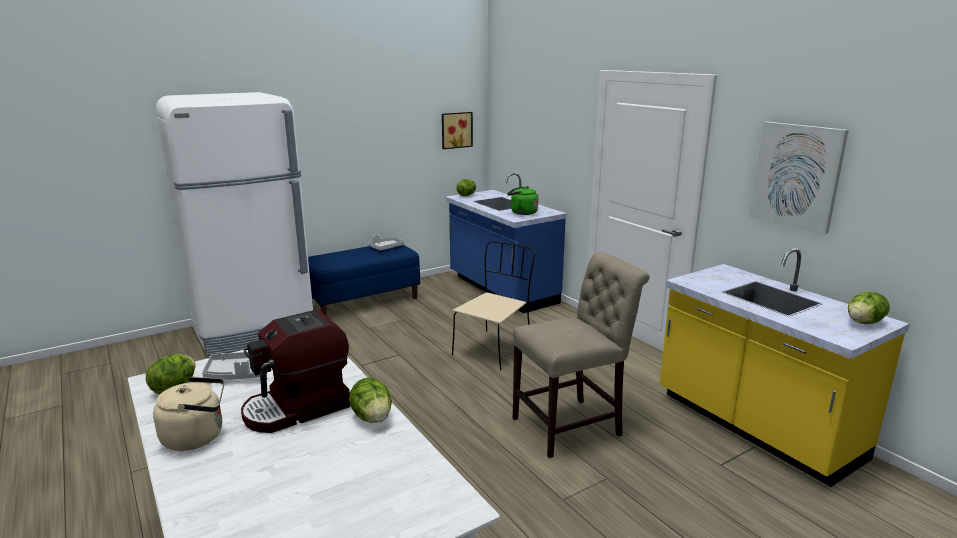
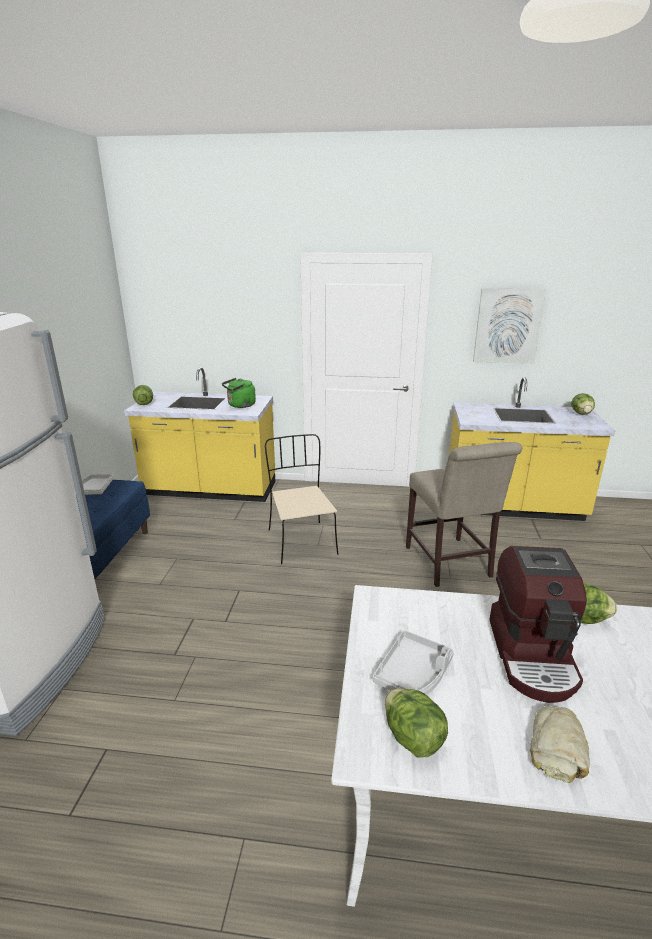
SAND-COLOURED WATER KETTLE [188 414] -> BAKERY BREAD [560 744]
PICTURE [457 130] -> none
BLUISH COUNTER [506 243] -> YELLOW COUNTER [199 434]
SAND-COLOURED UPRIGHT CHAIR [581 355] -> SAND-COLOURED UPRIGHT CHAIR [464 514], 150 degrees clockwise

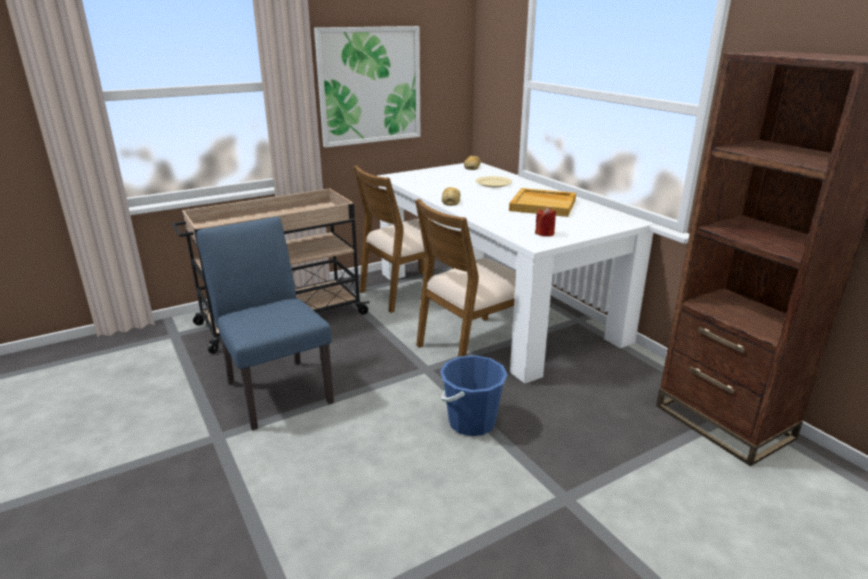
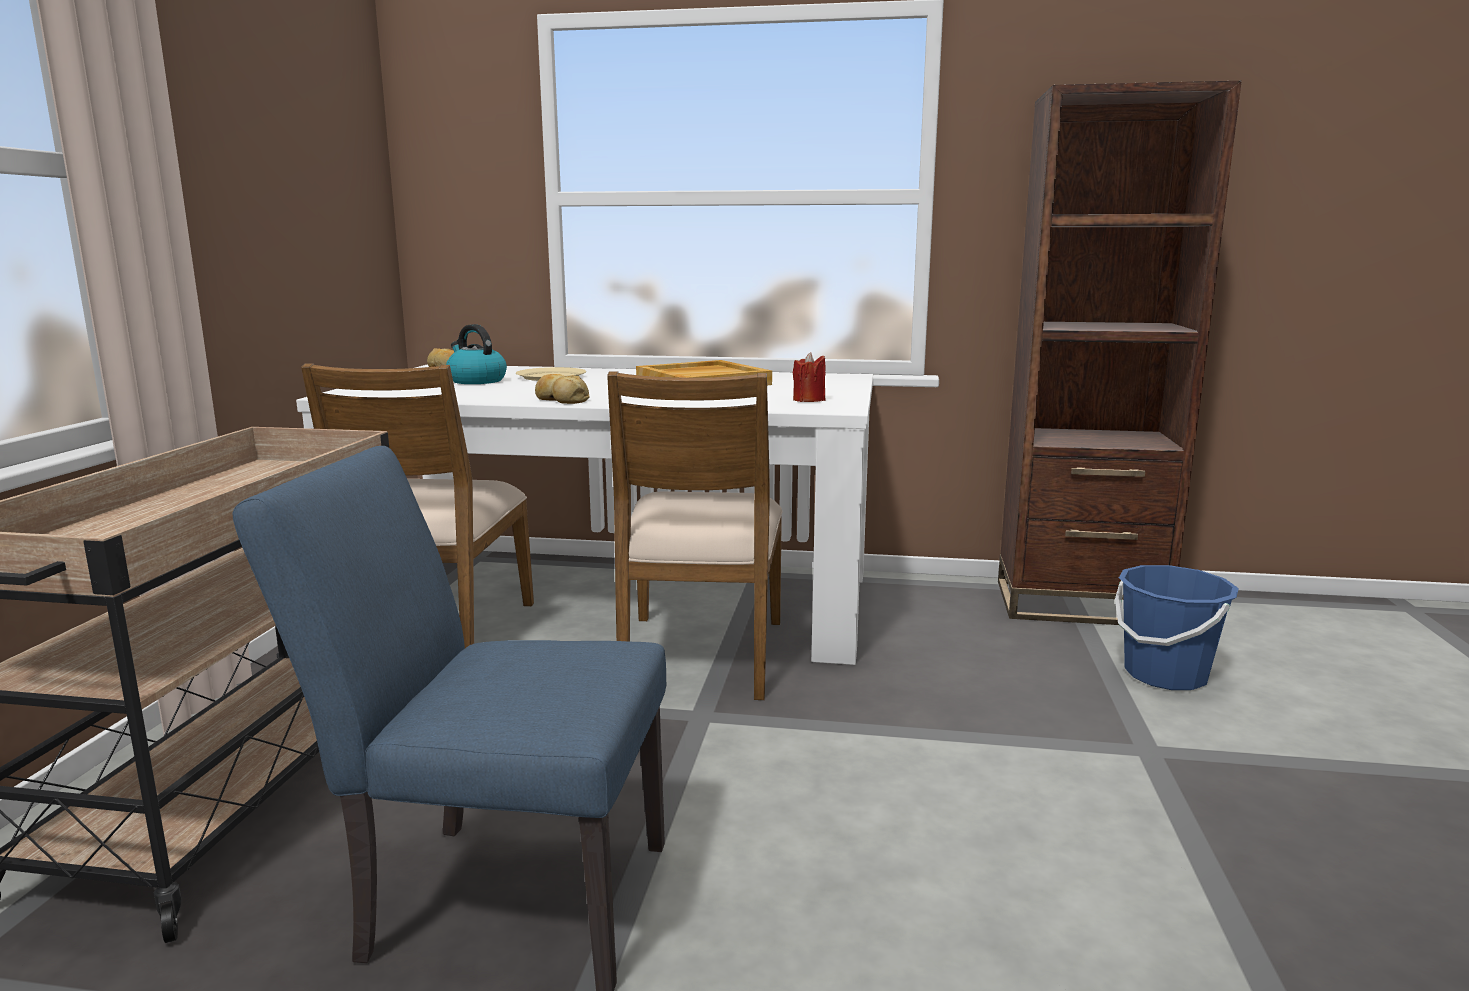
PICTURE [367 87] -> none
BLUISH PAIL [474 395] -> BLUISH PAIL [1177 627], relocated
none -> WATER KETTLE [476 354]

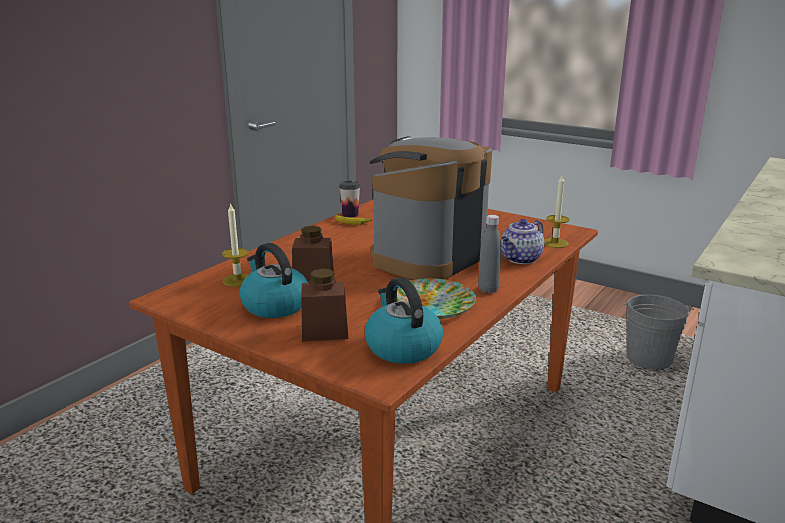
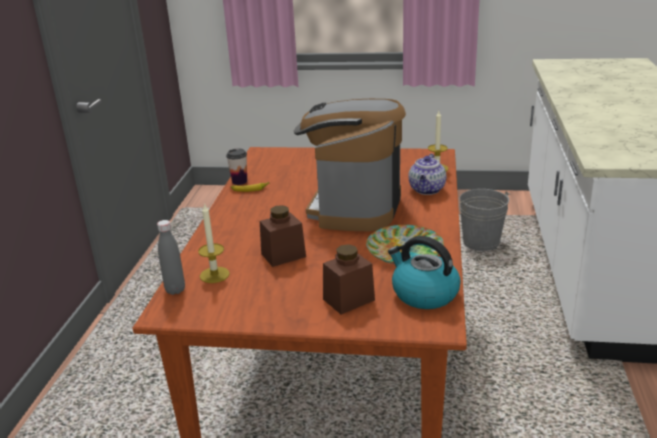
WATER KETTLE [273 280] -> none
GREYISH DRINK BOTTLE [489 254] -> GREYISH DRINK BOTTLE [171 257], relocated

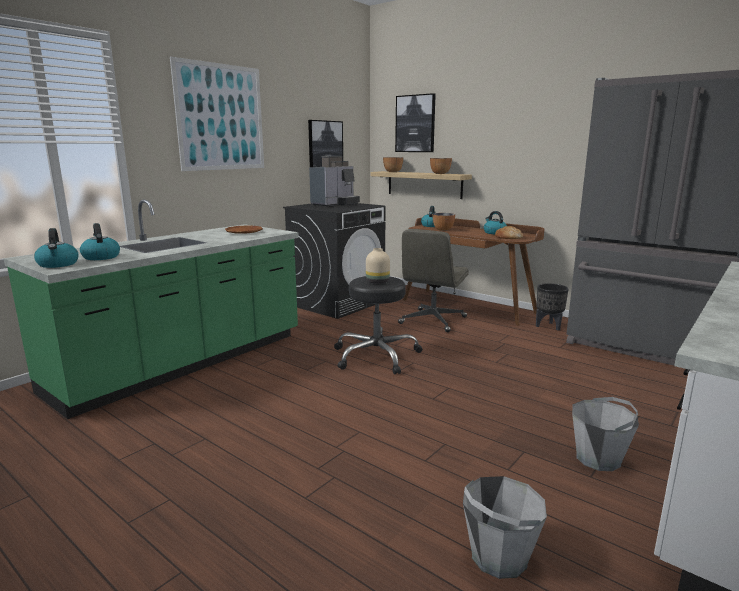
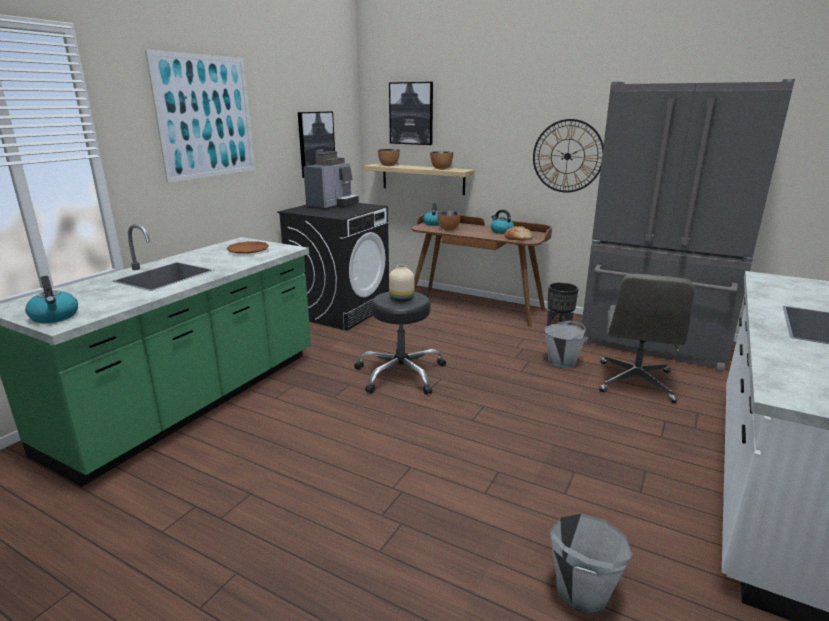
WATER KETTLE [100 241] -> none
GREYISH COMPUTER CHAIR [433 280] -> GREYISH COMPUTER CHAIR [646 338], relocated
GREYISH PAIL [605 434] -> GREYISH PAIL [565 344], relocated
none -> HANGING CLOCK [568 155]

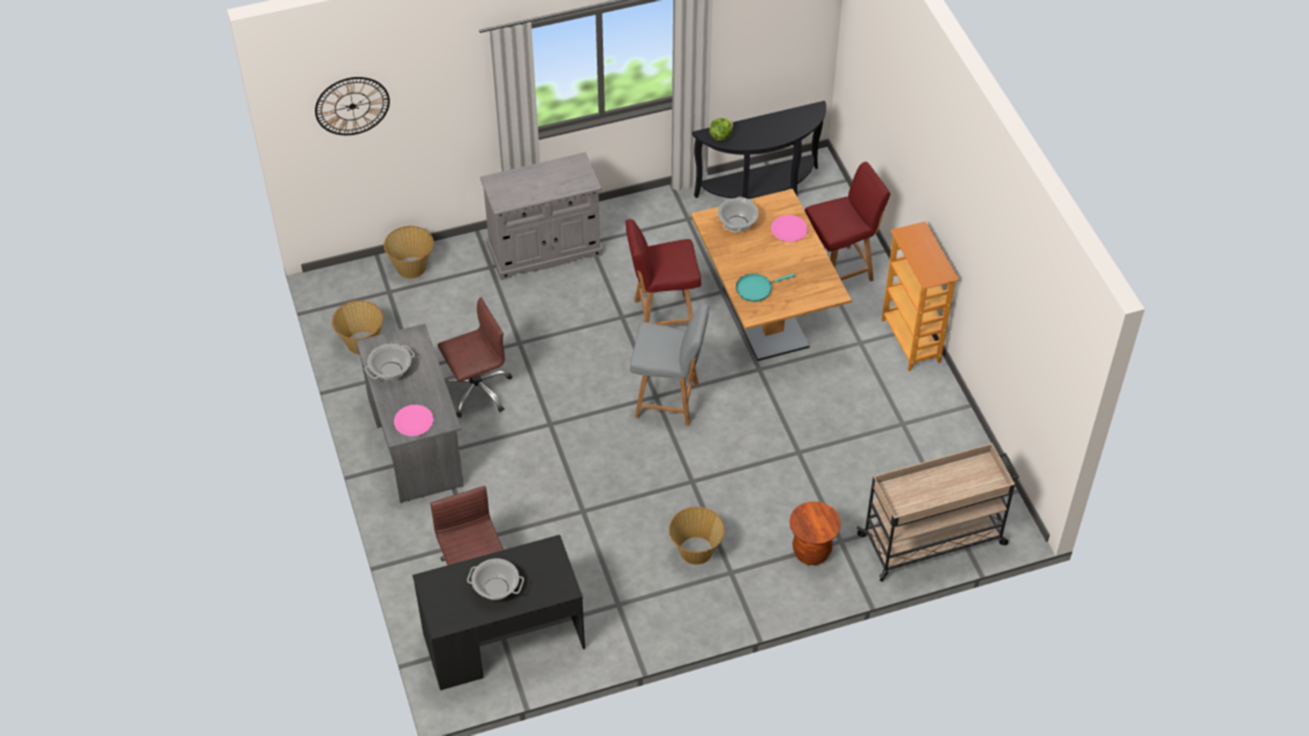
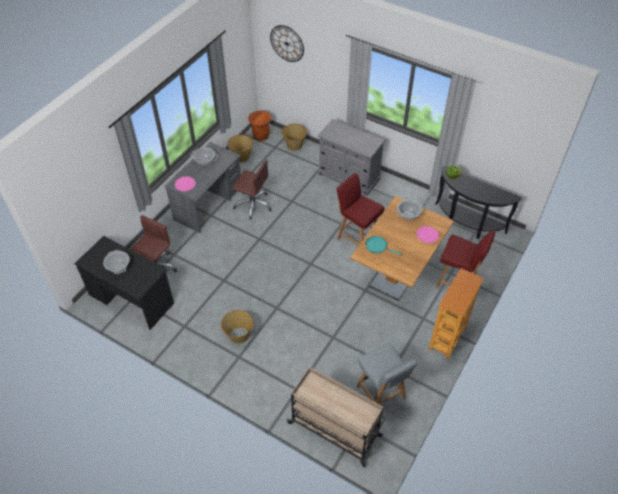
GREYISH UPRIGHT CHAIR [669 365] -> GREYISH UPRIGHT CHAIR [386 373], relocated
BROWN-COLOURED STOOL SEAT [815 533] -> BROWN-COLOURED STOOL SEAT [259 125], relocated

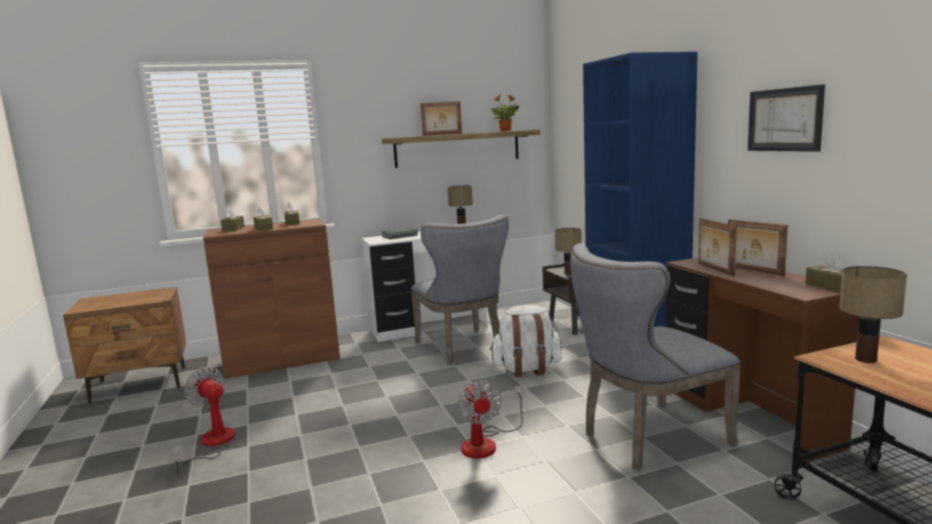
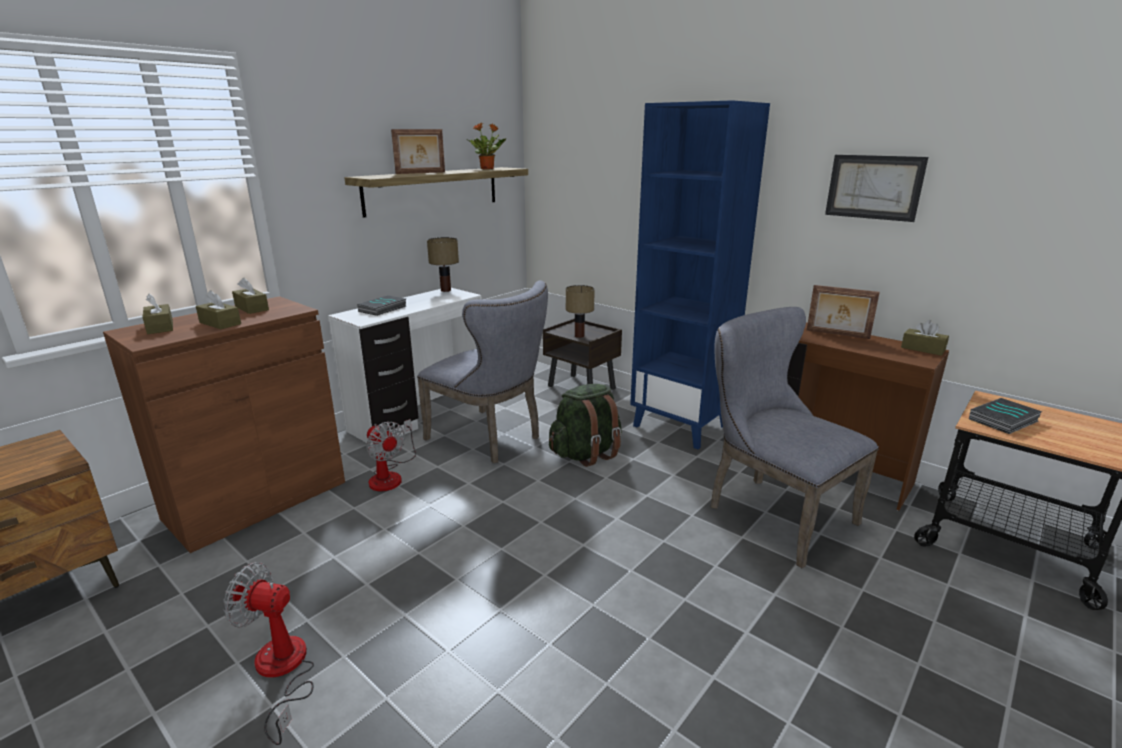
FAN [490 420] -> FAN [391 455], relocated
WHITE-COLOURED BACKPACK [525 341] -> GREENISH BACKPACK [585 425]
GREYISH UPRIGHT CHAIR [655 357] -> GREYISH UPRIGHT CHAIR [795 437], 105 degrees clockwise
PICTURE FRAME [717 247] -> none
LAMP FOR A TABLE [873 314] -> BOUND BOOK [1005 416]

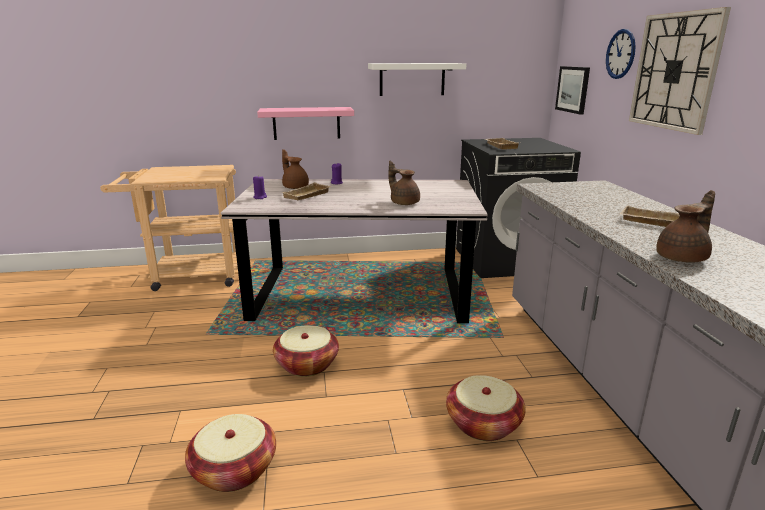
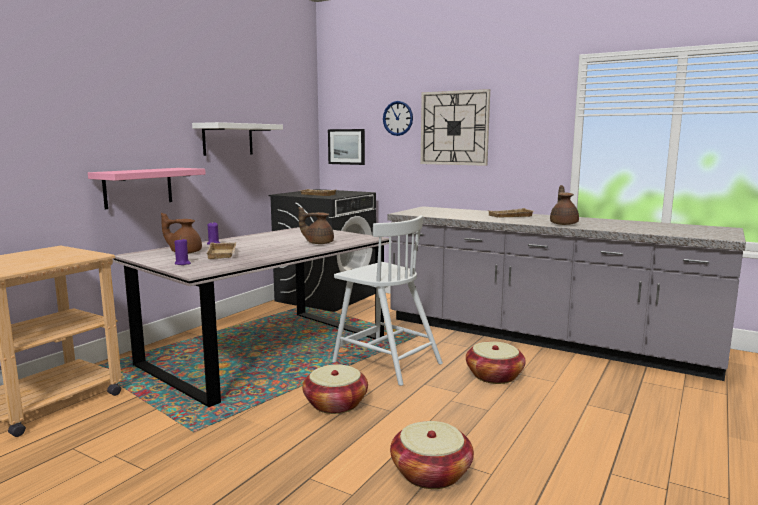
none -> WHITE-COLOURED UPRIGHT CHAIR [387 300]

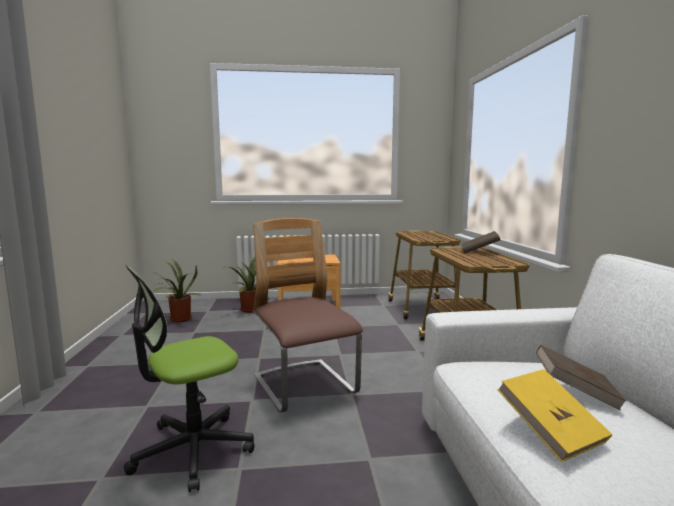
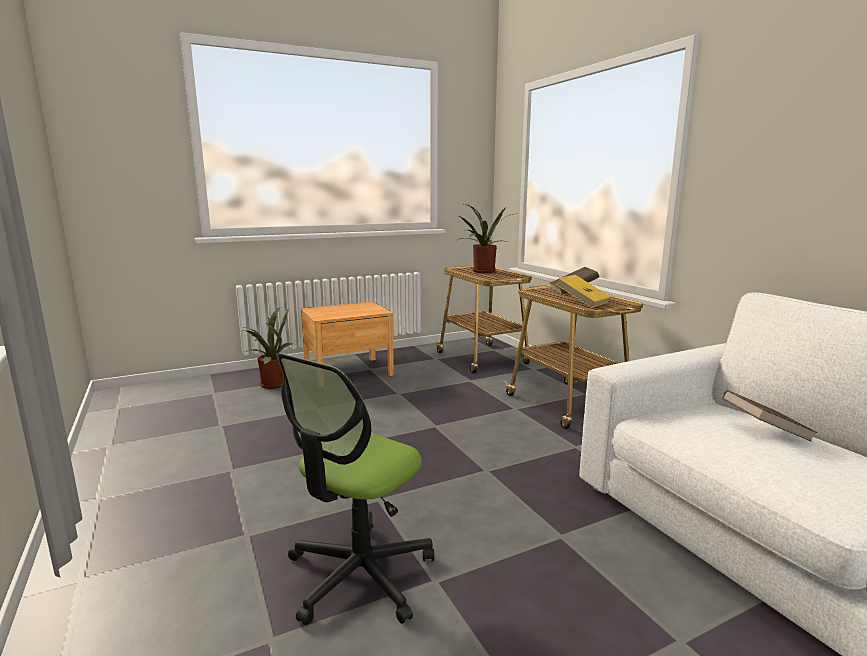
POTTED PLANT [177 290] -> POTTED PLANT [488 238], relocated
UPRIGHT CHAIR [308 315] -> none
YELLOW BOUND BOOK [554 415] -> YELLOW BOUND BOOK [583 291], relocated

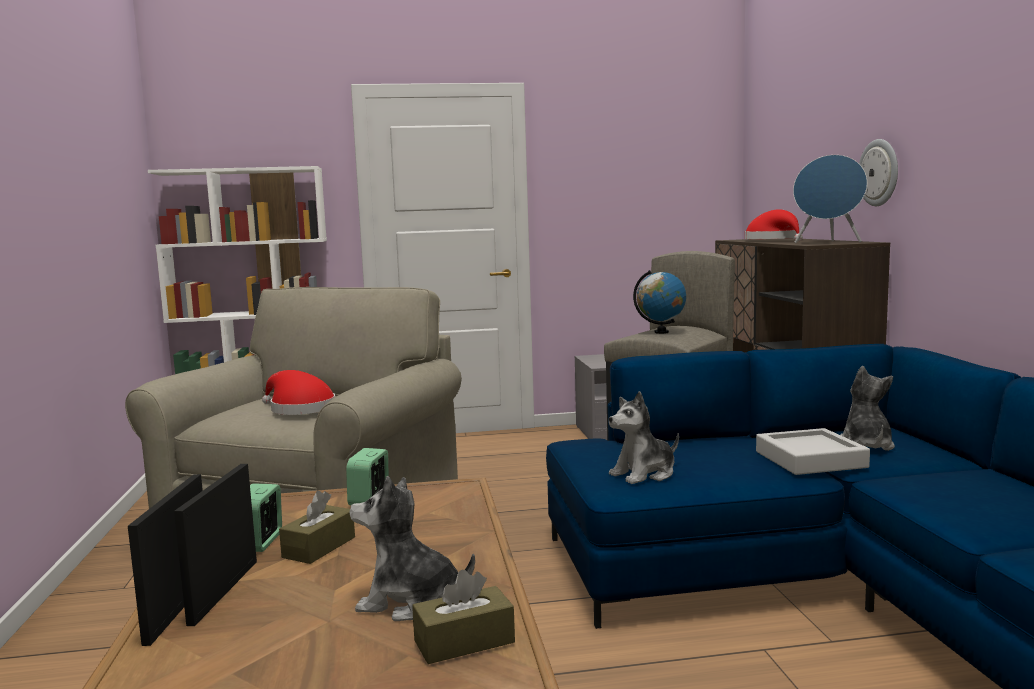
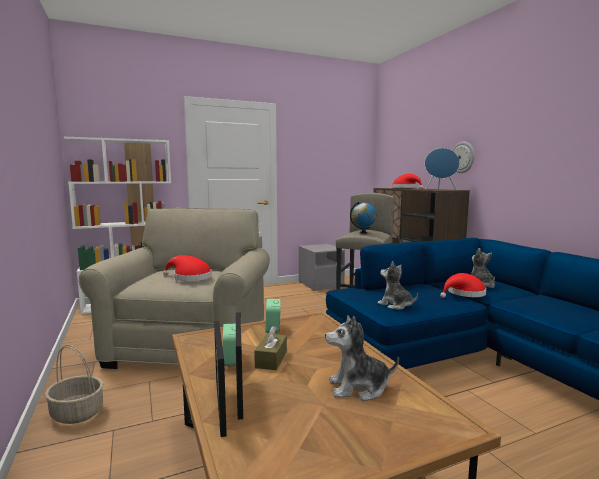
BROWN-COLOURED TISSUE BOX [463 617] -> none
SOFT TOY [644 437] -> SOFT TOY [397 285], 90 degrees clockwise
GREYISH SERVING TRAY [813 451] -> RED-COLOURED HAT [463 285]
none -> STORAGE BASKET [74 384]

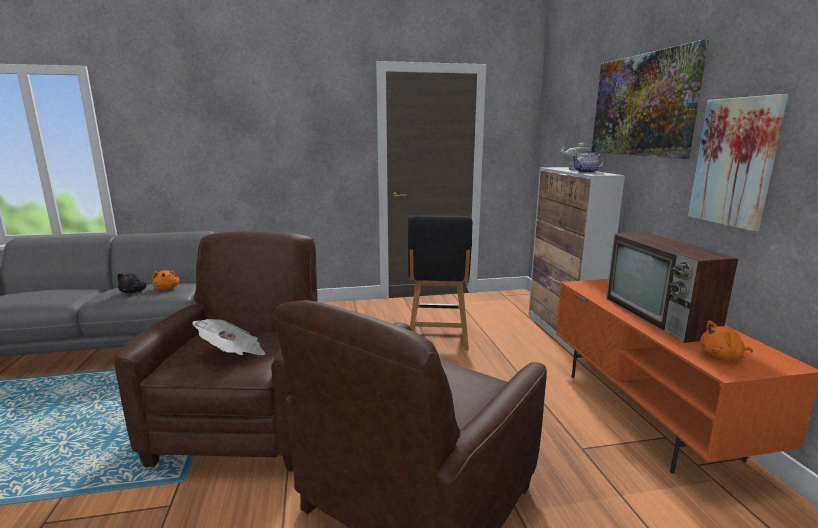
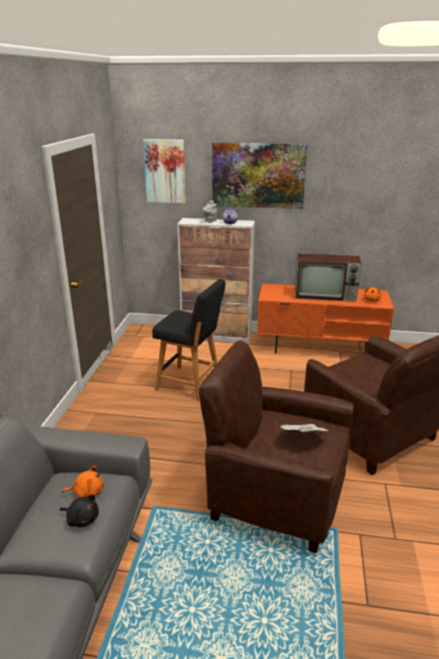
PICTURE [738 162] -> PICTURE [164 171], relocated

